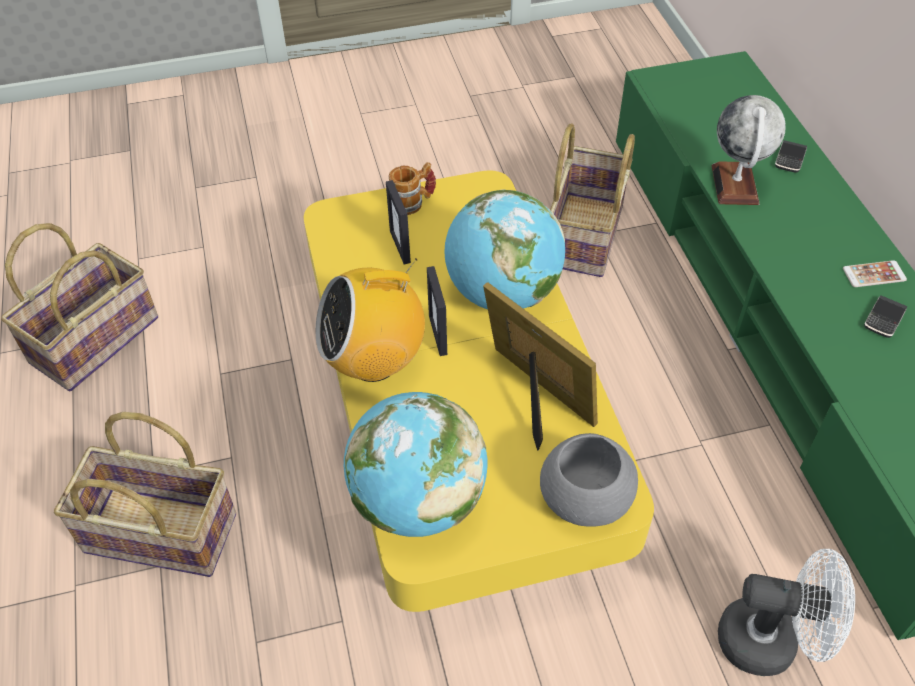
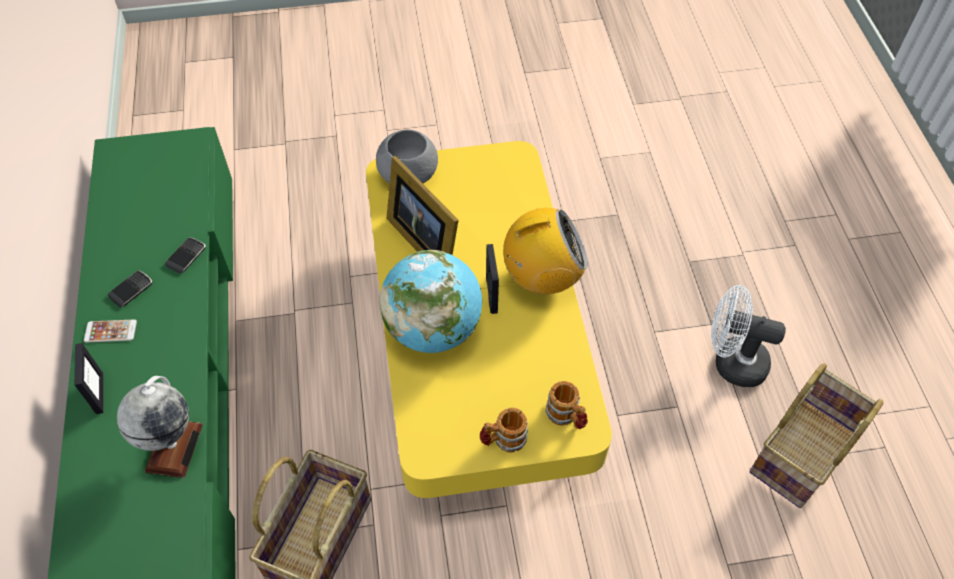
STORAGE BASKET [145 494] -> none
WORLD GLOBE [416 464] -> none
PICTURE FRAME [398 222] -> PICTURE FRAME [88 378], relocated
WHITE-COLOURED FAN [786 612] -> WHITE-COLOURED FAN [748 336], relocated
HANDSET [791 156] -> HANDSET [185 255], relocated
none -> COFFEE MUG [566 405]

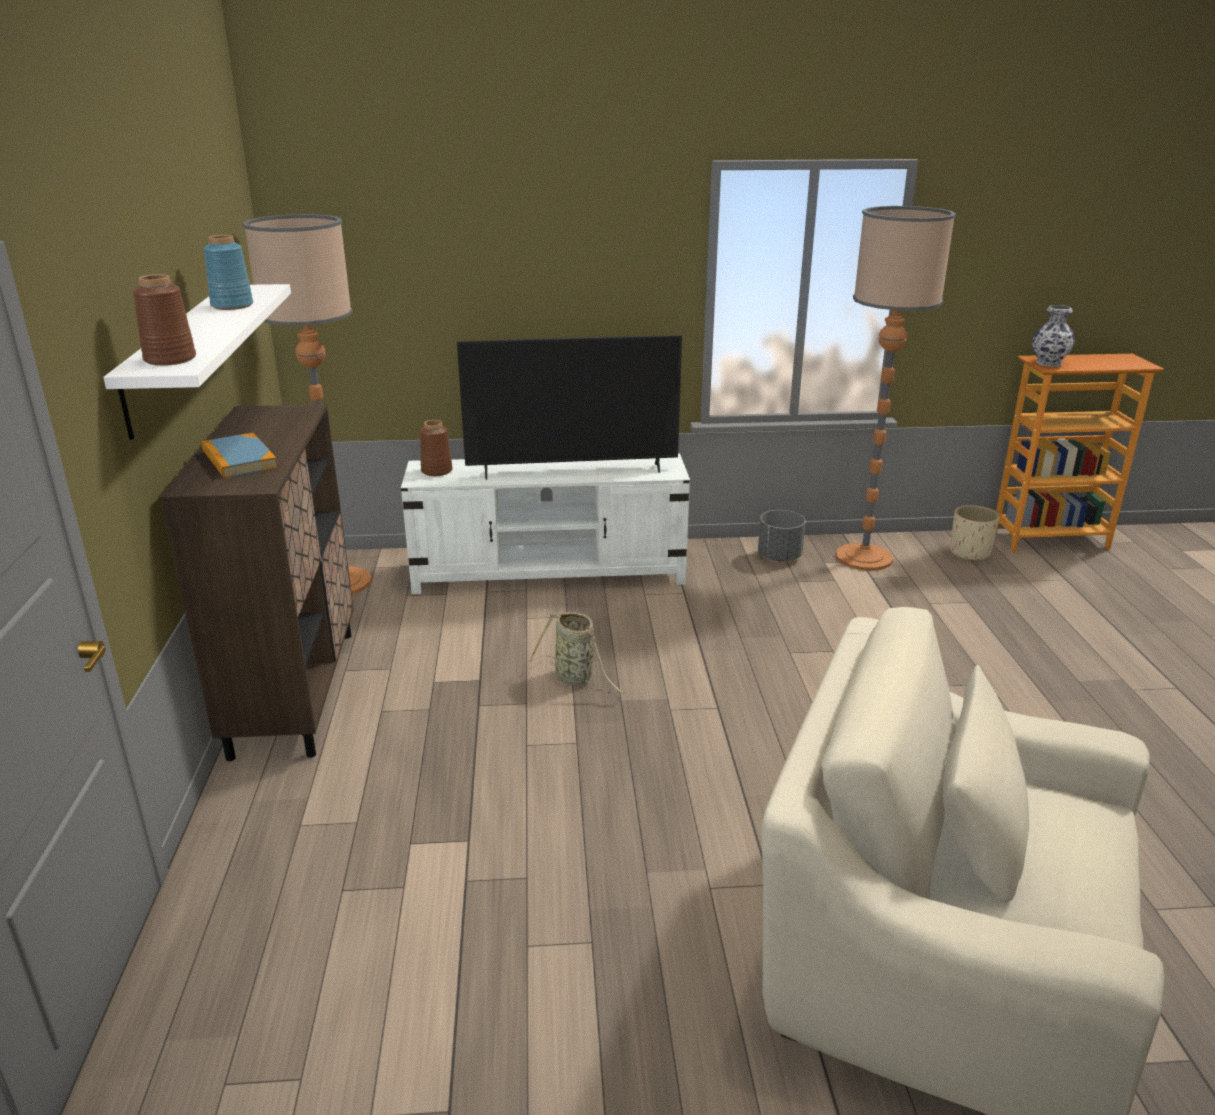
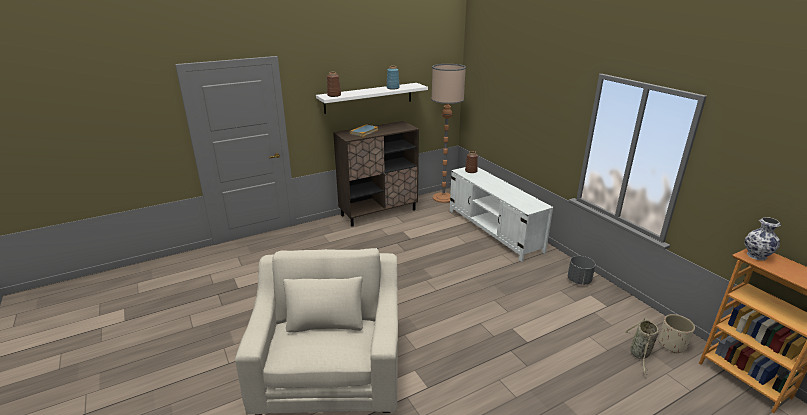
TV SET [569 407] -> none
STORAGE BASKET [576 652] -> STORAGE BASKET [642 346], relocated
STANDING LAMP [896 388] -> none

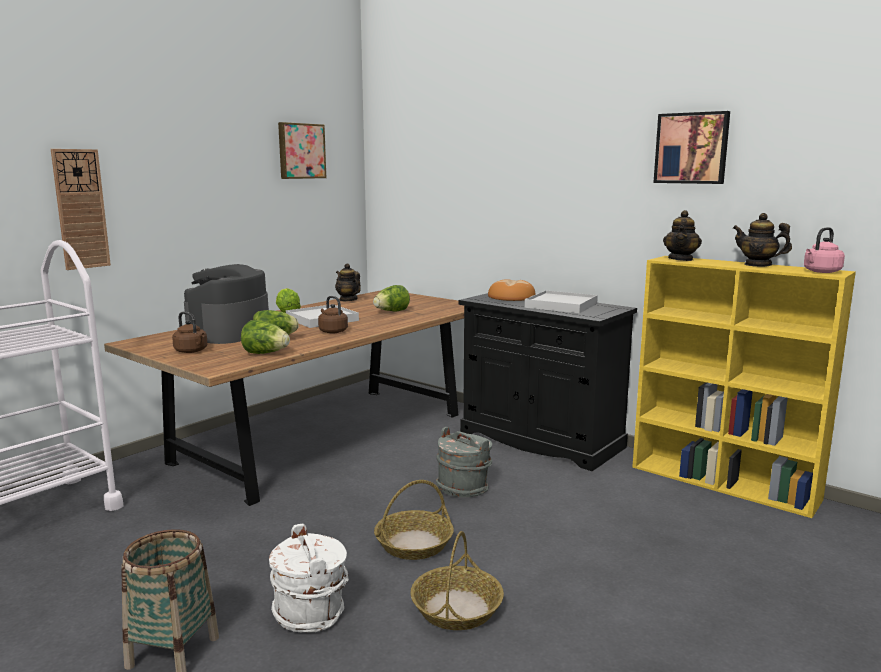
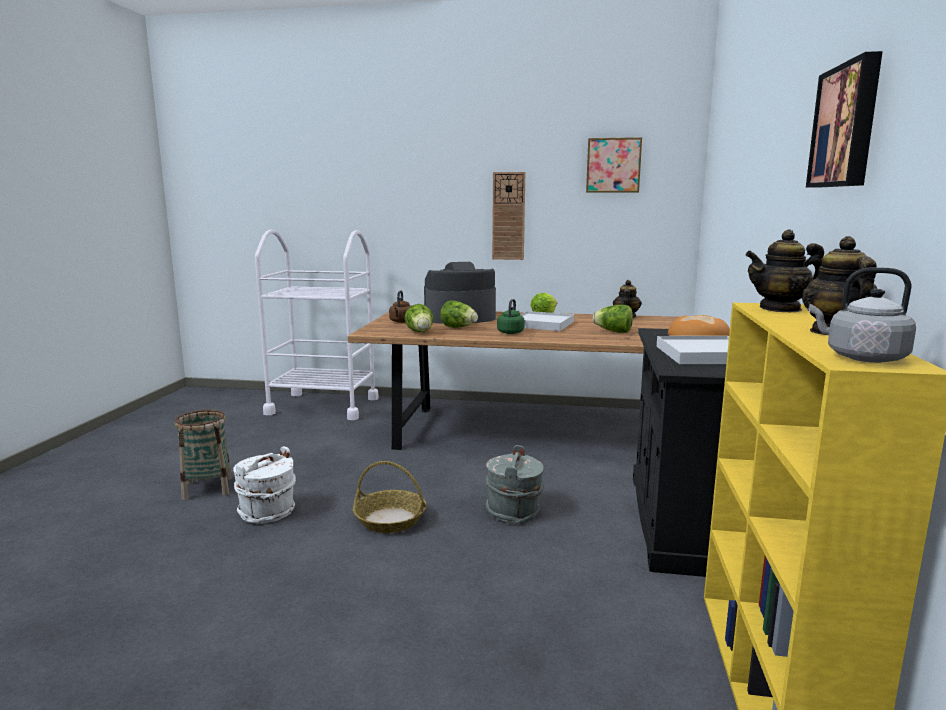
HANGING CLOCK [81 209] -> HANGING CLOCK [508 216], relocated
BROWN-COLOURED WATER KETTLE [333 314] -> GREENISH WATER KETTLE [511 316]
STORAGE BASKET [457 580] -> none
PINK-COLOURED WATER KETTLE [824 250] -> GREYISH WATER KETTLE [862 315]

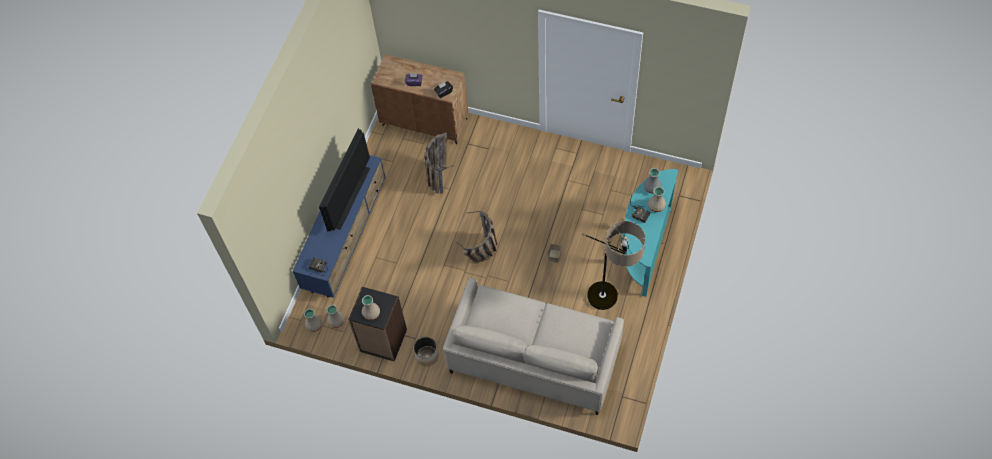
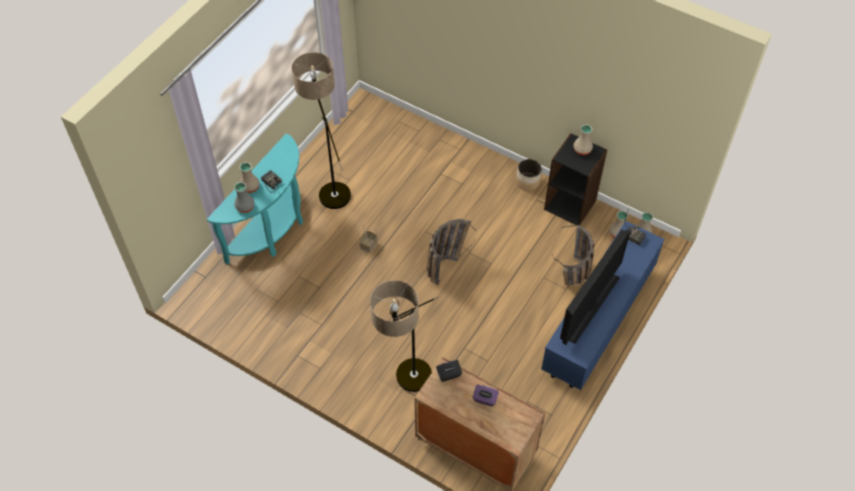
STORAGE BASKET [442 163] -> STORAGE BASKET [573 255], relocated
SAND-COLOURED SOFA [533 346] -> none
none -> STANDING LAMP [404 336]

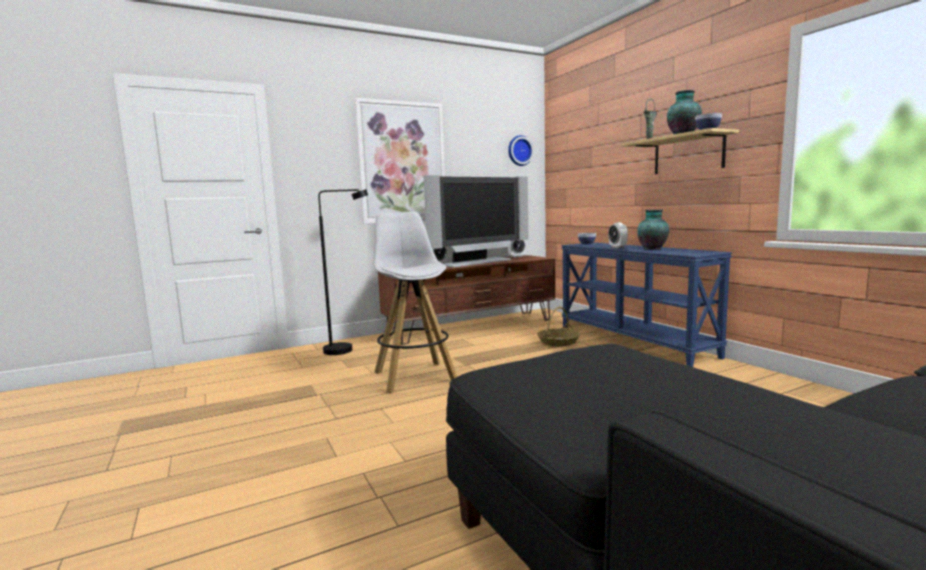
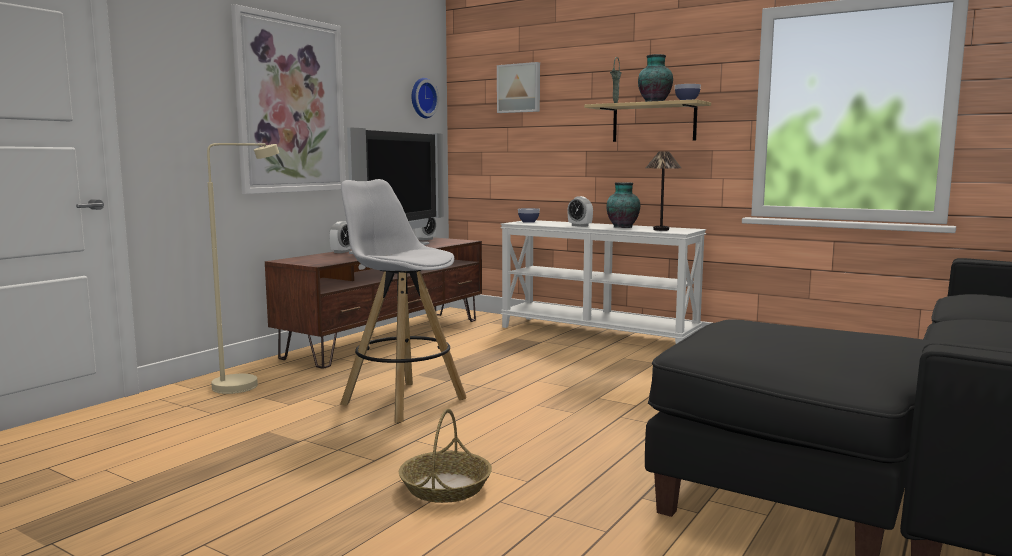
BLACK STANDING LAMP [343 272] -> SAND-COLOURED STANDING LAMP [243 268]
STORAGE BASKET [558 326] -> STORAGE BASKET [445 456], relocated
BLUISH HALL TABLE [646 304] -> WHITE-COLOURED HALL TABLE [603 282]
none -> PICTURE [518 87]
none -> LAMP FOR A TABLE [663 191]

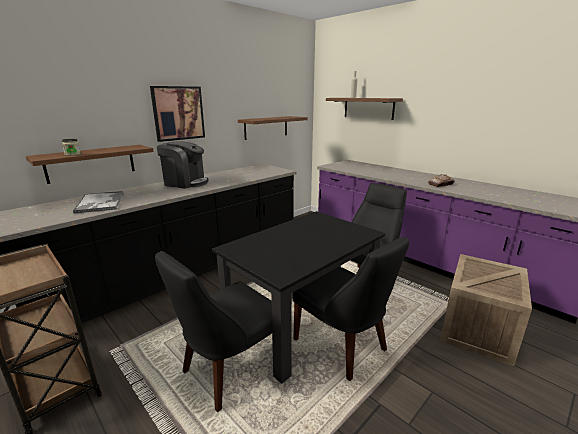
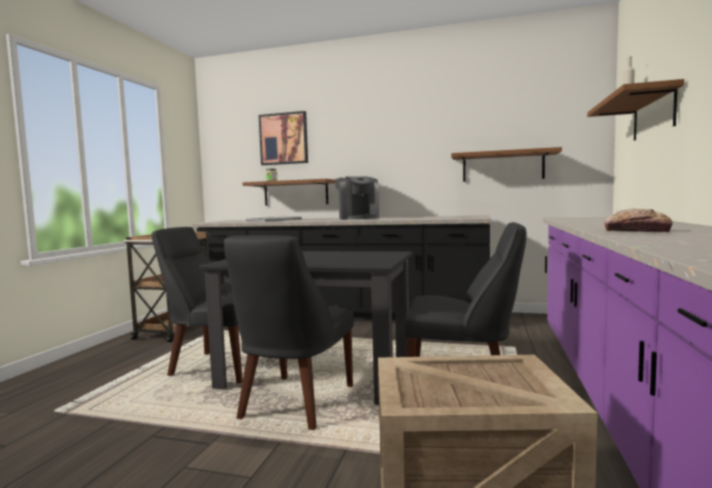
PICTURE [177 114] -> PICTURE [283 138], relocated

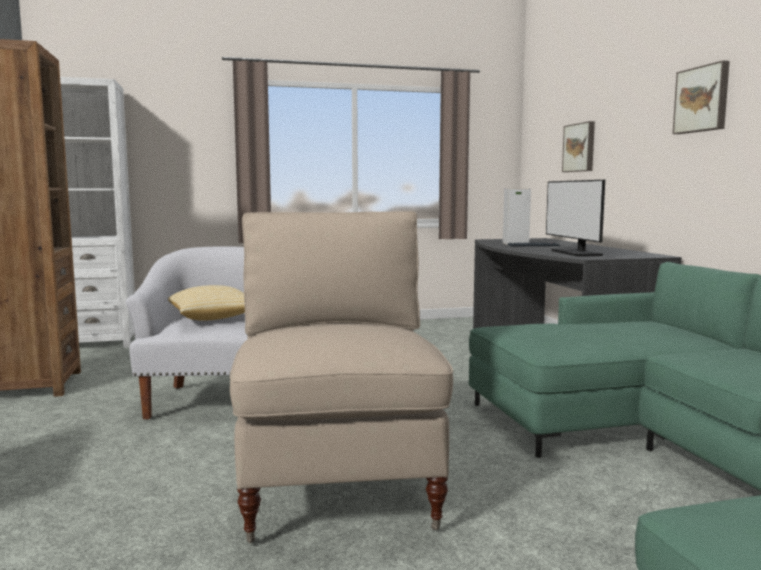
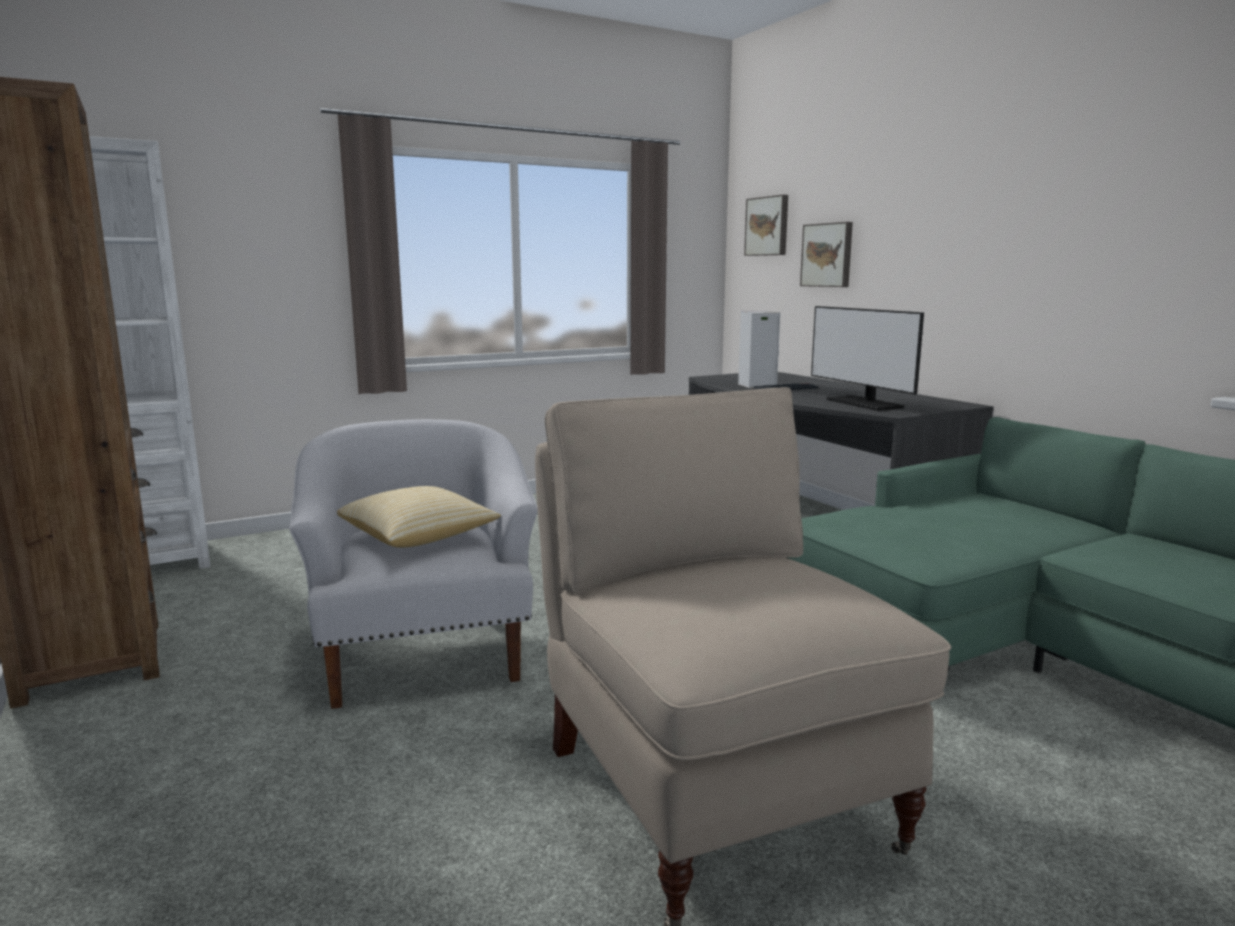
PICTURE [701 97] -> PICTURE [766 225], relocated

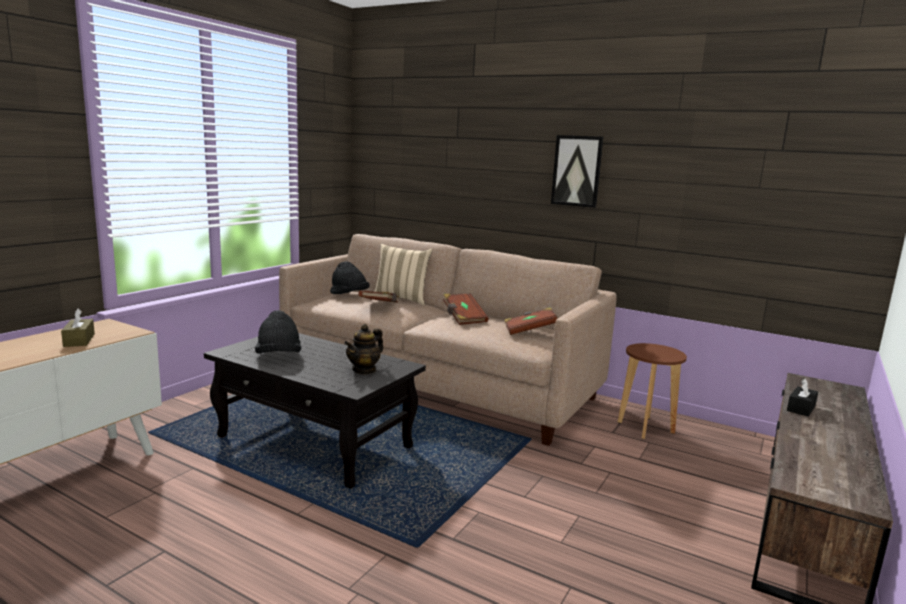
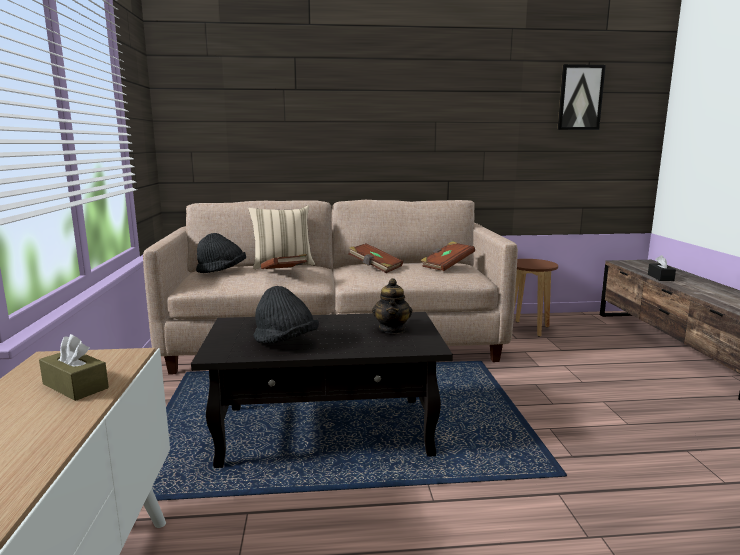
PICTURE [577 171] -> PICTURE [581 97], relocated

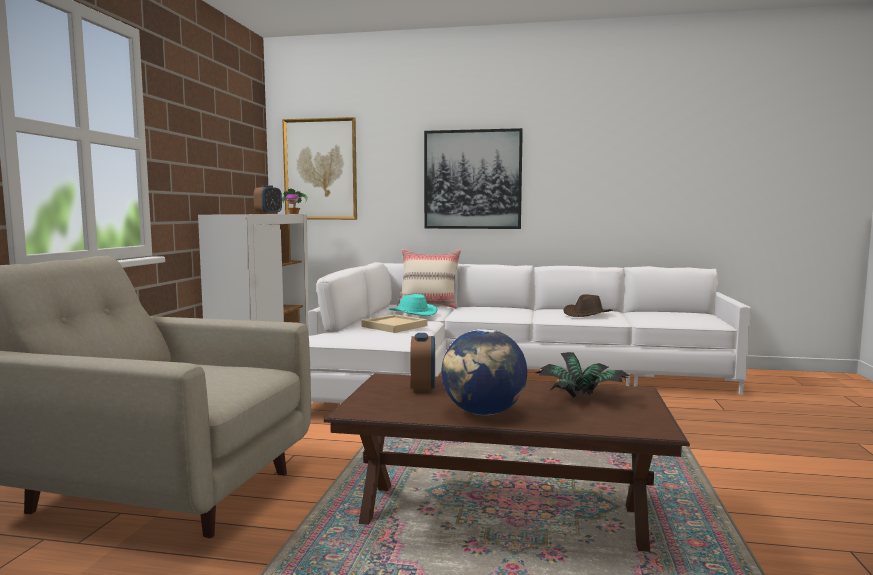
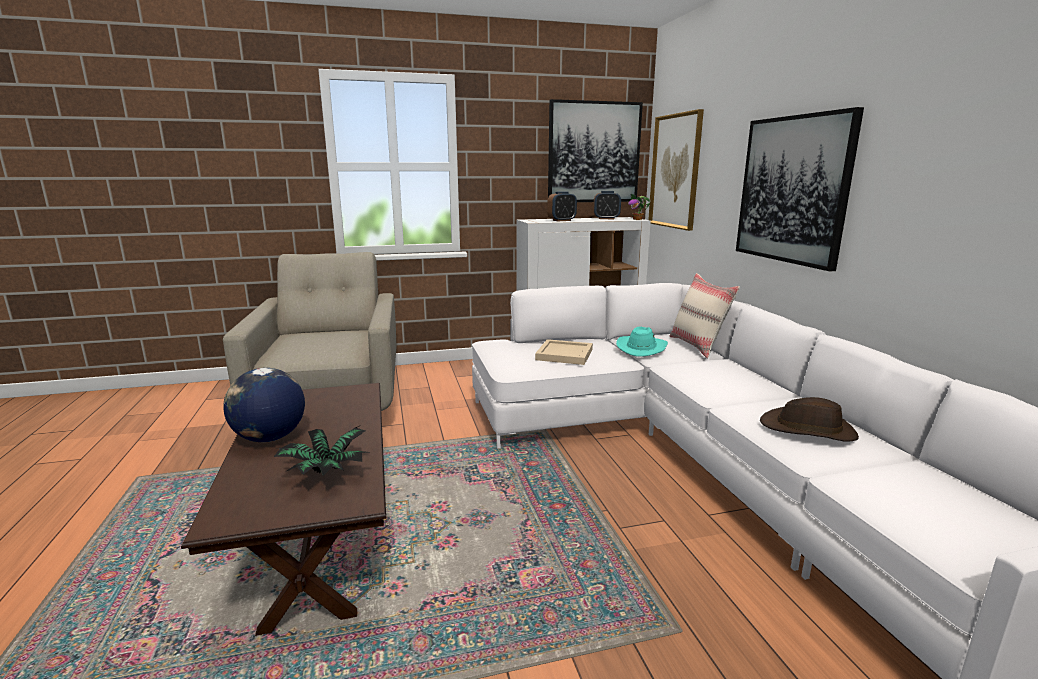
ALARM CLOCK [423 362] -> ALARM CLOCK [562 206], relocated
none -> PICTURE [595 150]

